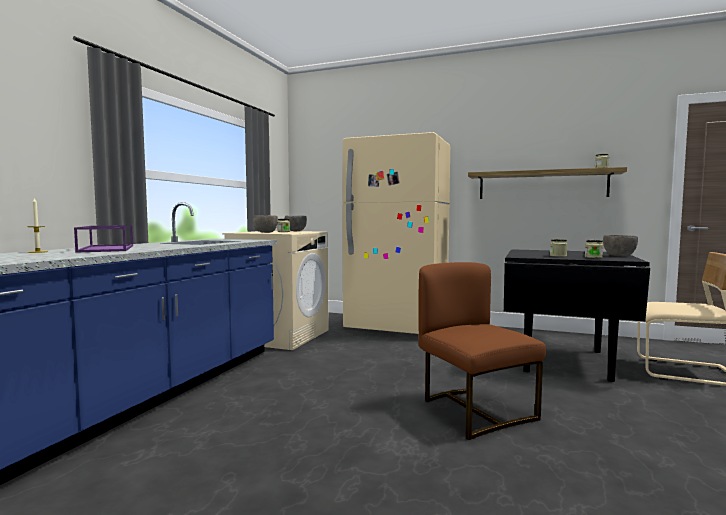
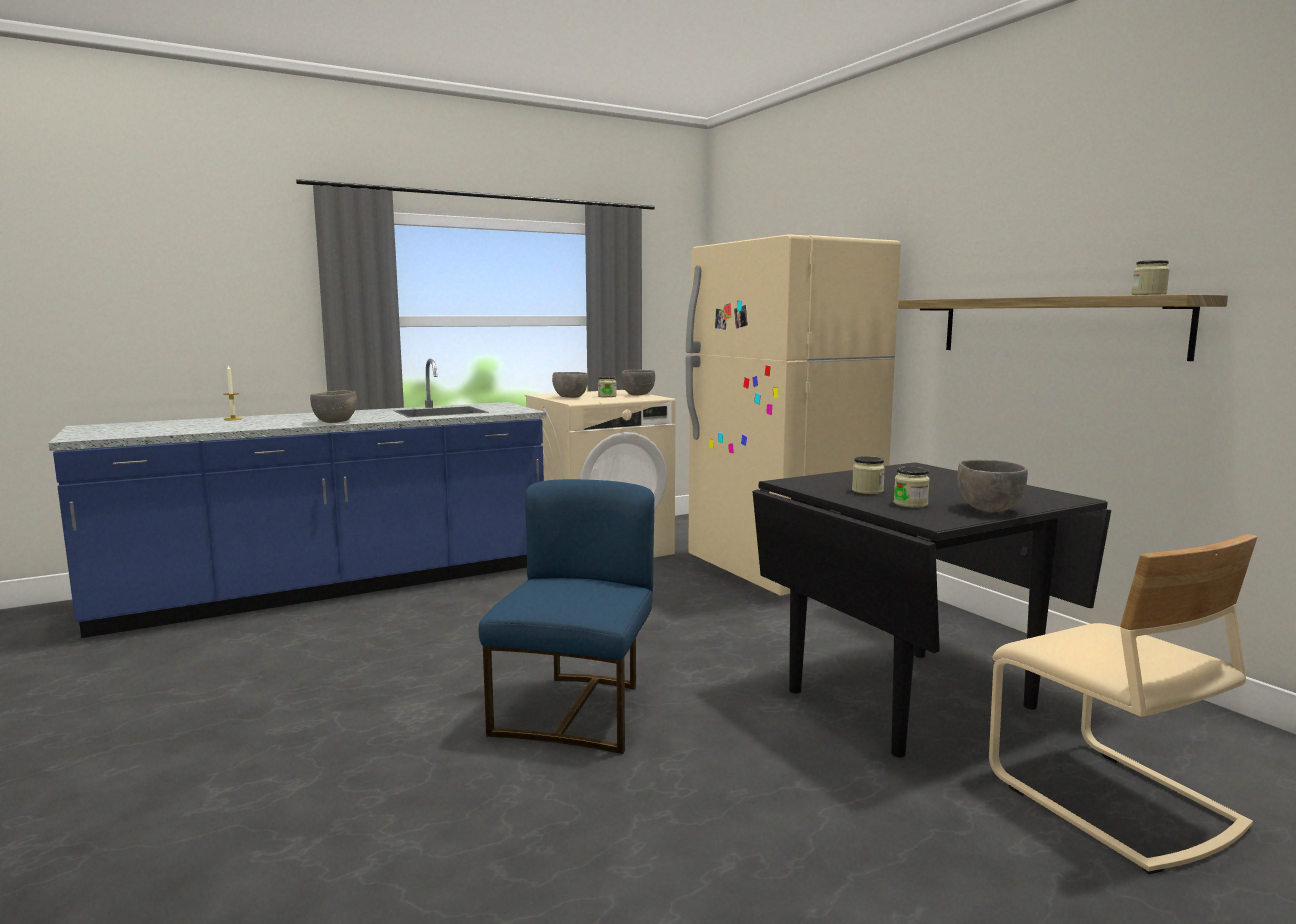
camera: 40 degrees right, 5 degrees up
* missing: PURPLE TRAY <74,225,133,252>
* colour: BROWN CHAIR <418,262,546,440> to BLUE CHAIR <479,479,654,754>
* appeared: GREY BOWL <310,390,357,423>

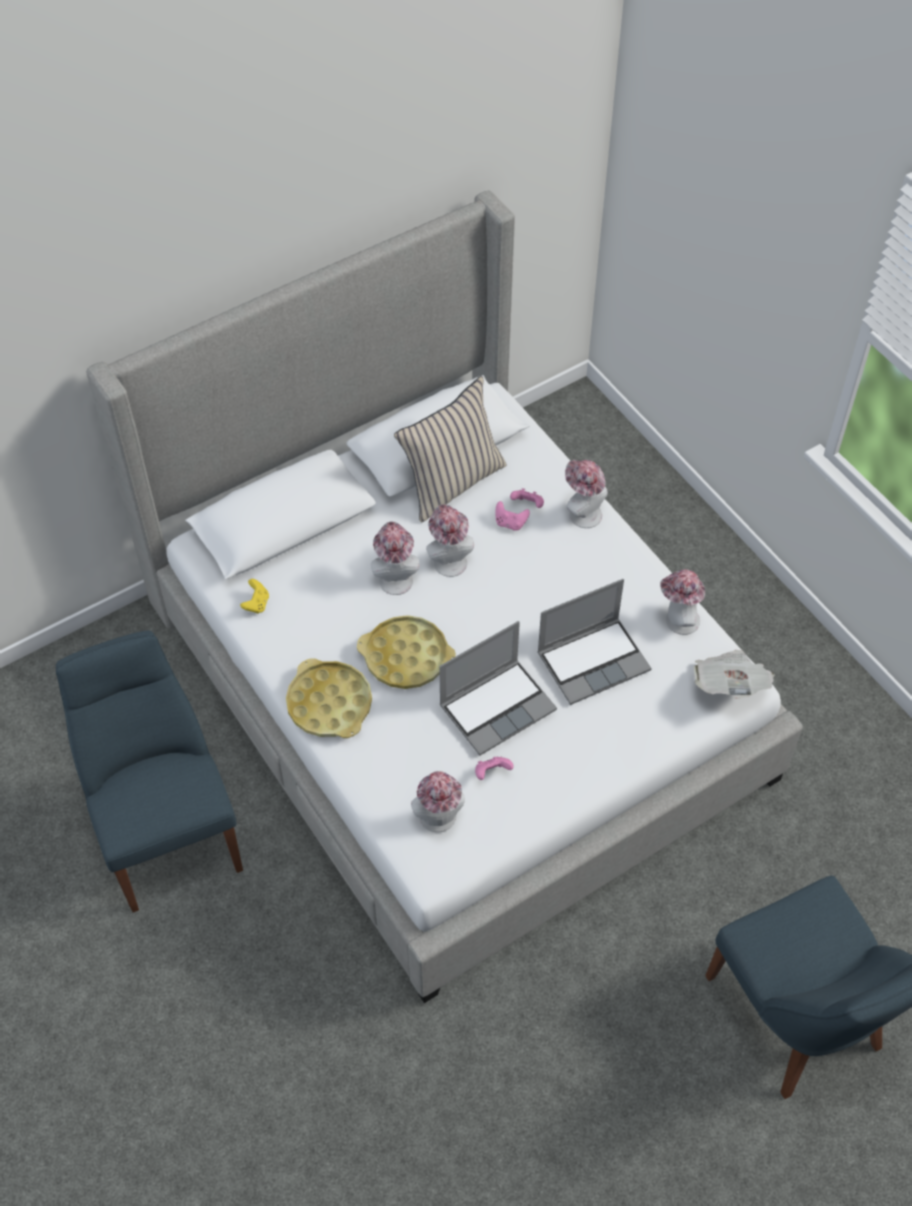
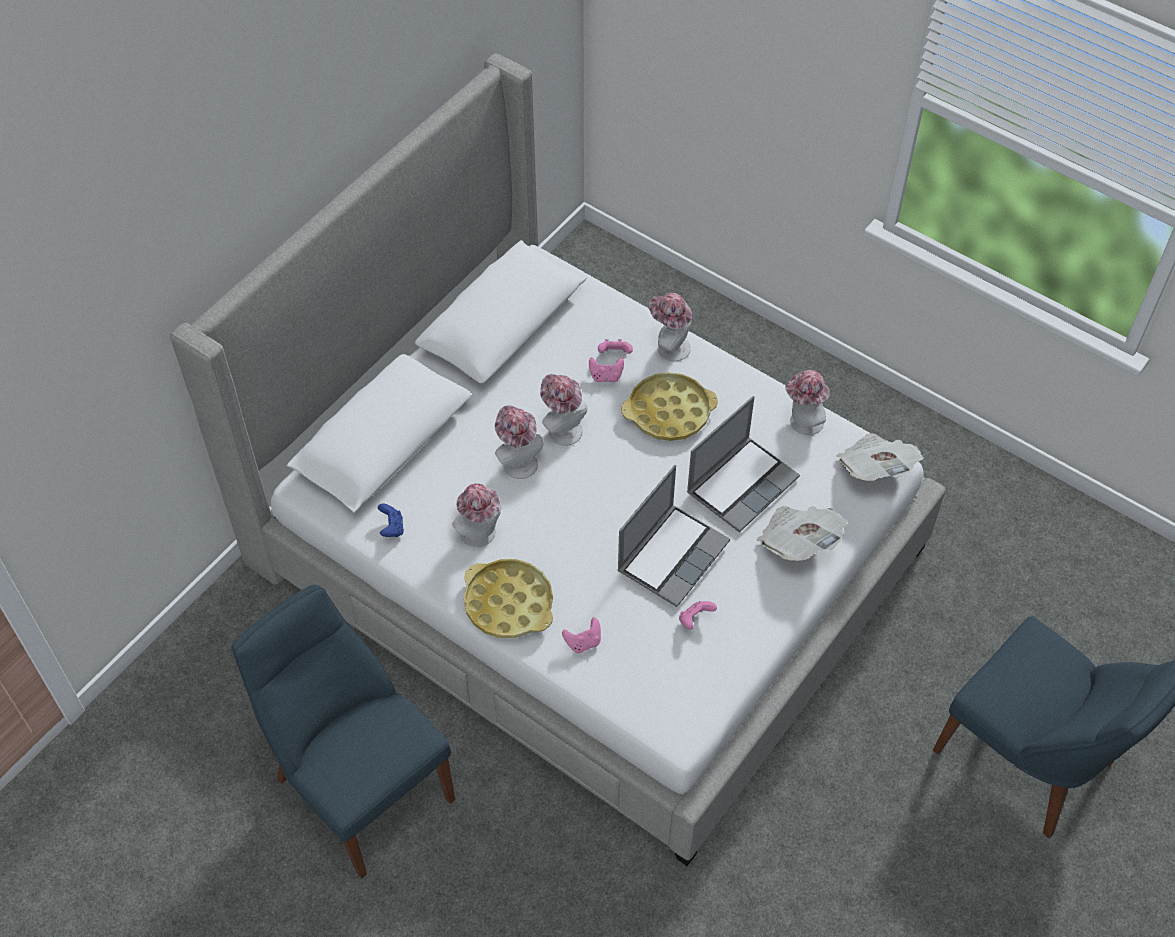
camera: 20 degrees left, 0 degrees up
* colour: YELLOW GAME CONTROLLER <240,579,269,614> to BLUE GAME CONTROLLER <378,504,404,537>
* relocated: YELLOW TRAY <357,615,456,689> to <621,372,718,441>
* missing: BEIGE PILLOW <394,376,507,523>
* relocated: HAT <411,771,465,832> to <452,483,501,547>
* appeared: PINK GAME CONTROLLER <562,618,601,653>
* appeared: NEWSPAPER <757,506,848,561>

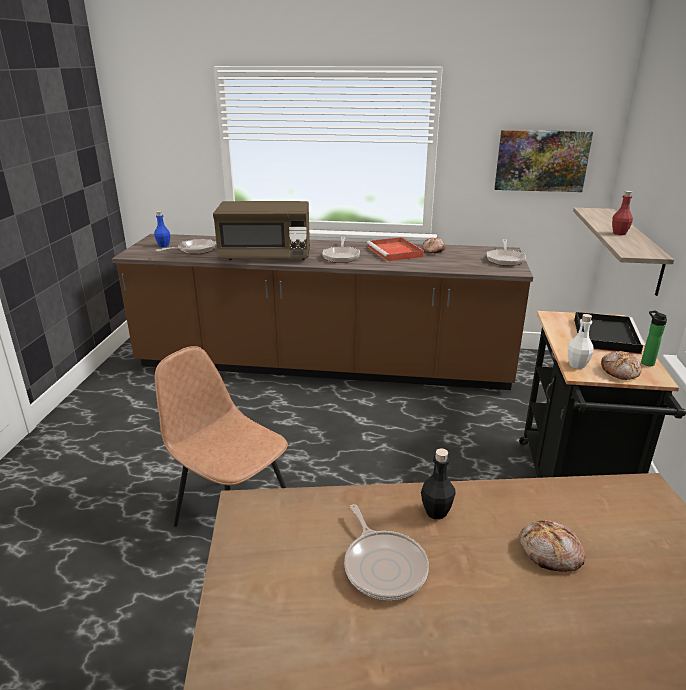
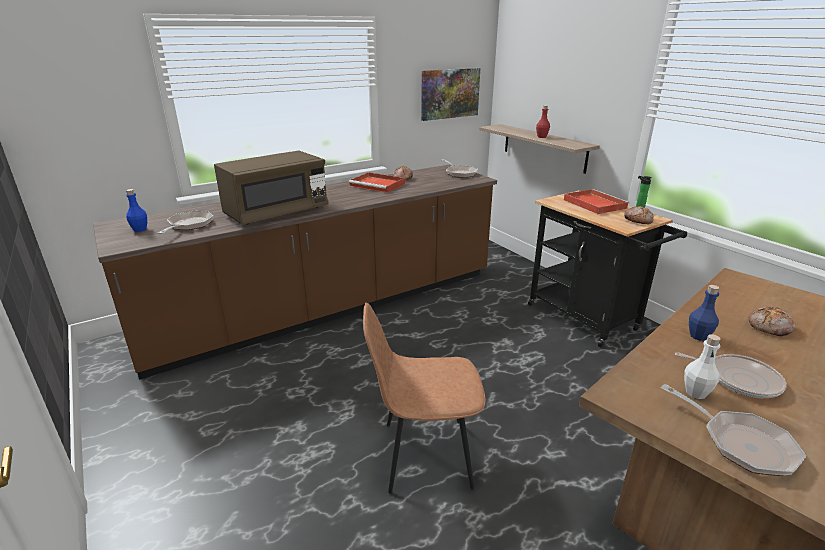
camera: 40 degrees left, 0 degrees up
* relocated: FRYING PAN <322,237,360,263> to <661,384,806,476>
* colour: BLACK BOTTLE <421,449,456,519> to BLUE BOTTLE <689,285,719,341>
* relocated: WHITE BOTTLE <568,314,594,369> to <684,334,721,399>
* colour: BLACK TRAY <574,312,645,354> to RED TRAY <564,189,629,214>

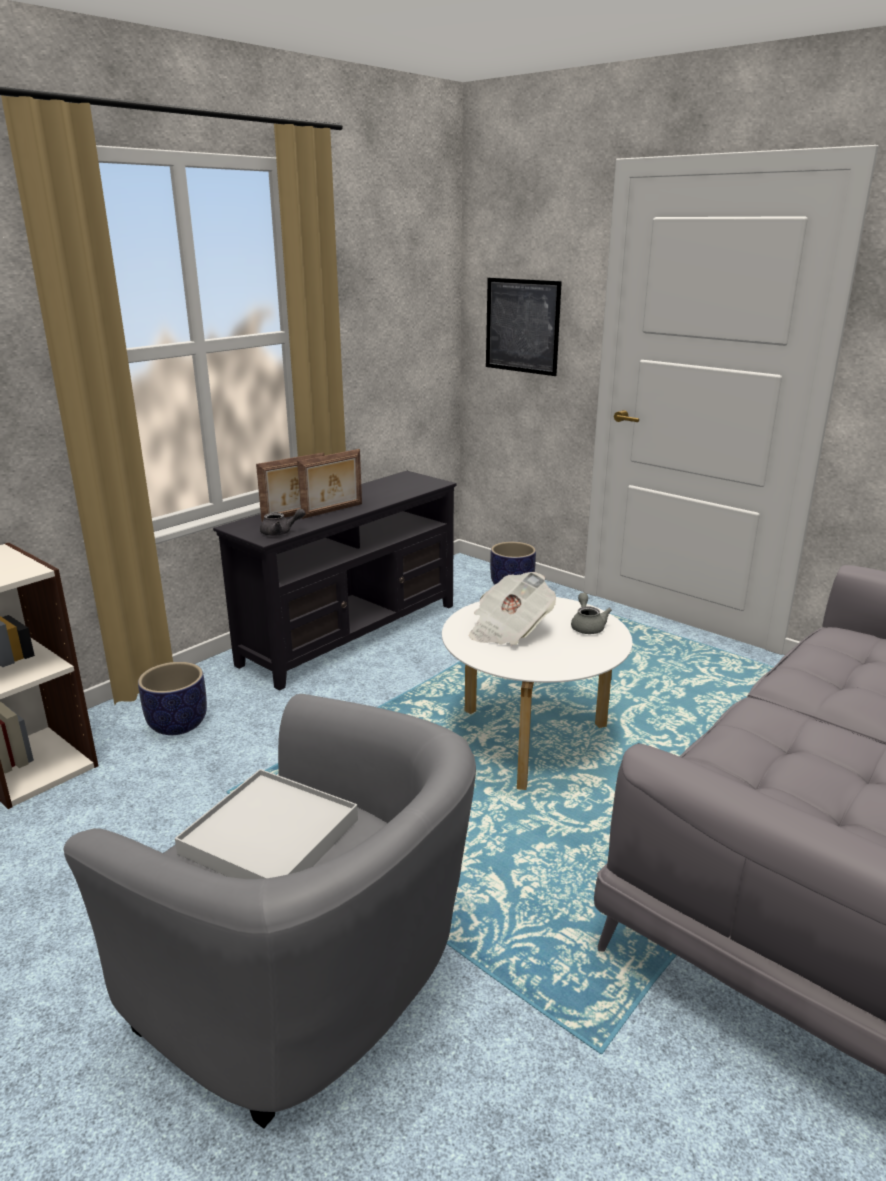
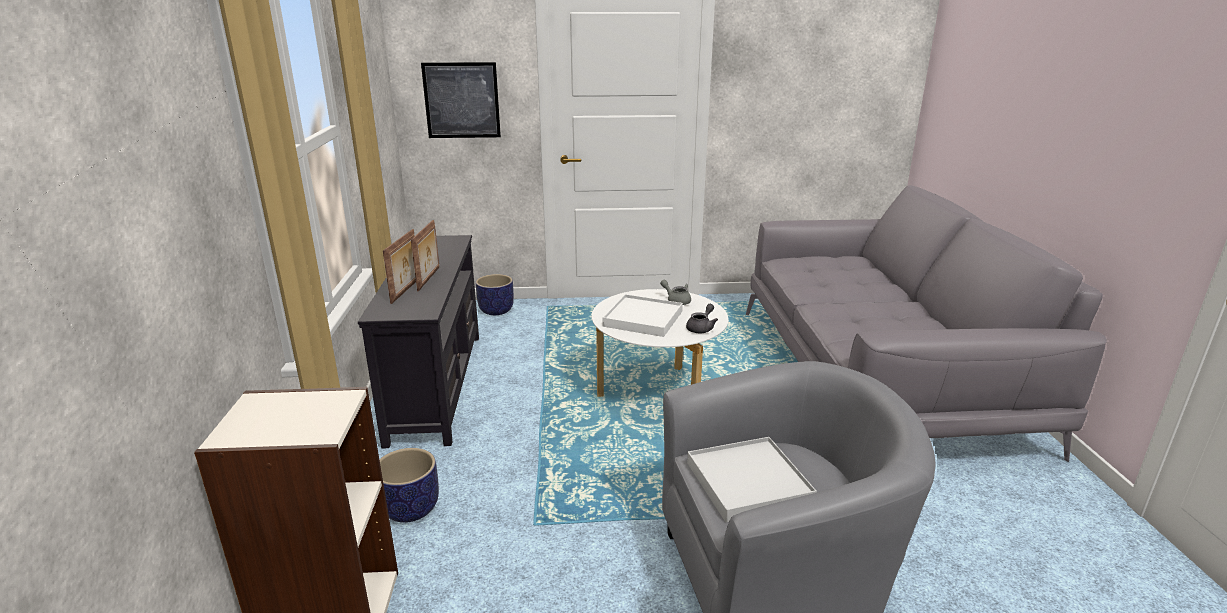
camera: 45 degrees left, 0 degrees up
* relocated: GREY TEAPOT <260,508,306,536> to <686,304,718,333>
* exchanged: NEWSPAPER <469,572,556,645> to WHITE TRAY <602,294,683,337>

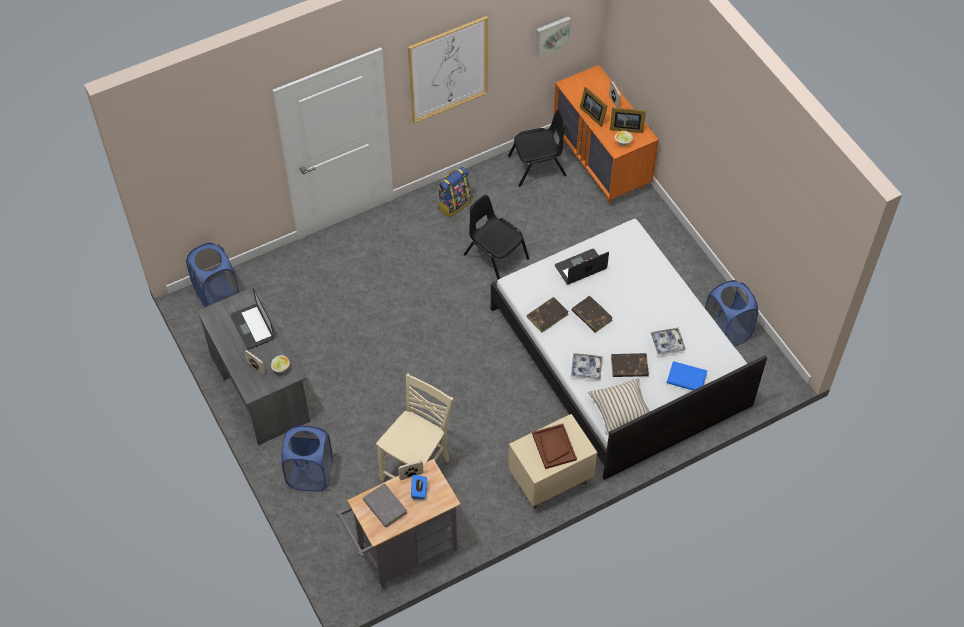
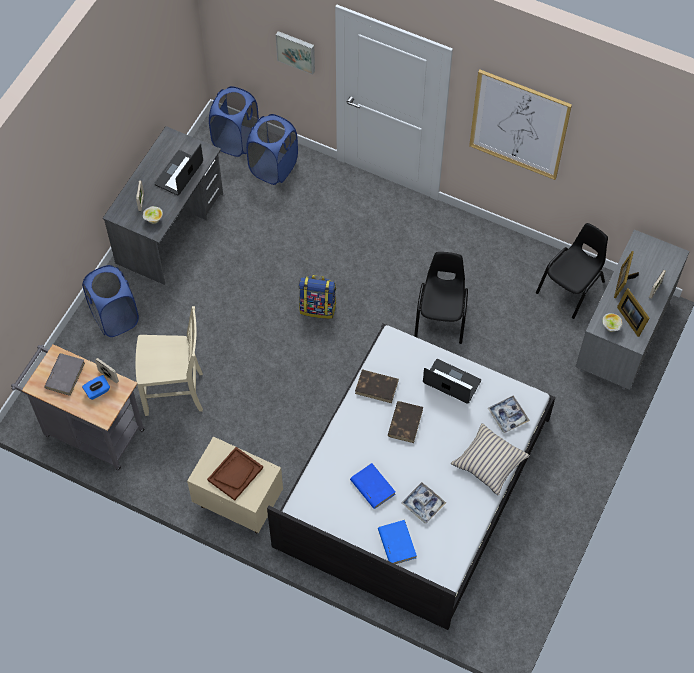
camera: 55 degrees right, 5 degrees up
* relocated: BACKPACK <438,167,471,217> to <298,275,337,319>
* spun: BLACK CHAIR <508,110,566,187> = <536,223,608,319> 90 degrees counterclockwise
* relocated: PICTURE <535,16,571,58> to <276,31,315,75>
* colour: ORANGE DRESSER <553,65,659,203> to GREY DRESSER <575,229,690,390>
* relocated: TRAY <571,353,603,380> to <488,396,530,433>
* relocated: BEIGE PILLOW <588,378,650,435> to <451,423,530,495>
* colour: BROWN BOOK <611,353,649,377> to BLUE BOOK <350,463,396,509>
* relocated: BLUE LAUNDRY BASKET <705,280,758,347> to <246,114,298,185>

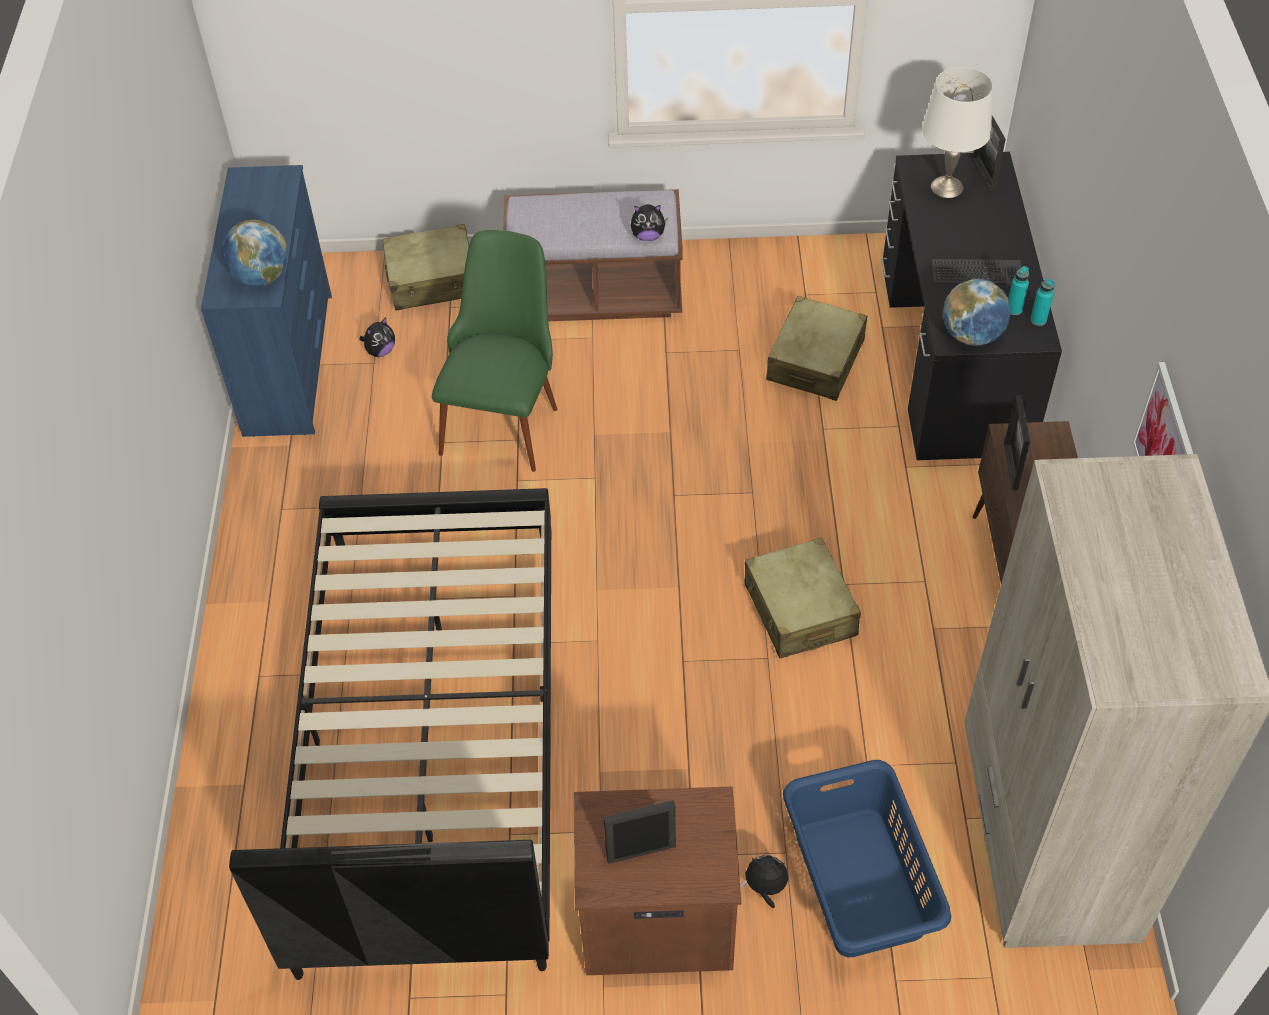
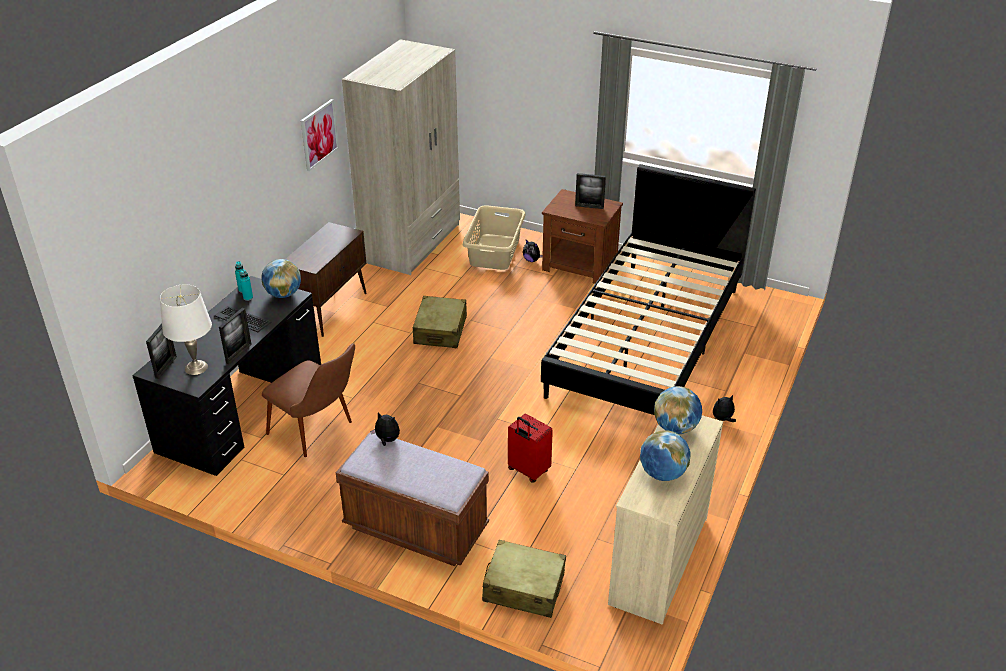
camera: 155 degrees left, 15 degrees down
* colour: BLUE DRESSER <201,165,332,437> to BEIGE DRESSER <608,415,723,625>
* relocated: PLUSH TOY <359,317,395,357> to <713,395,736,422>
* exchanged: GREEN CHAIR <432,230,557,472> to RED SUITCASE <508,414,553,482>
* exchanged: BEIGE SUITCASE <766,296,867,401> to BROWN CHAIR <262,343,355,457>
* colour: BLUE LAUNDRY BASKET <783,760,951,958> to BEIGE LAUNDRY BASKET <463,205,526,270>
* relocated: PICTURE FRAME <1004,395,1030,490> to <219,308,252,364>
* appeared: GLOBE <640,430,691,481>

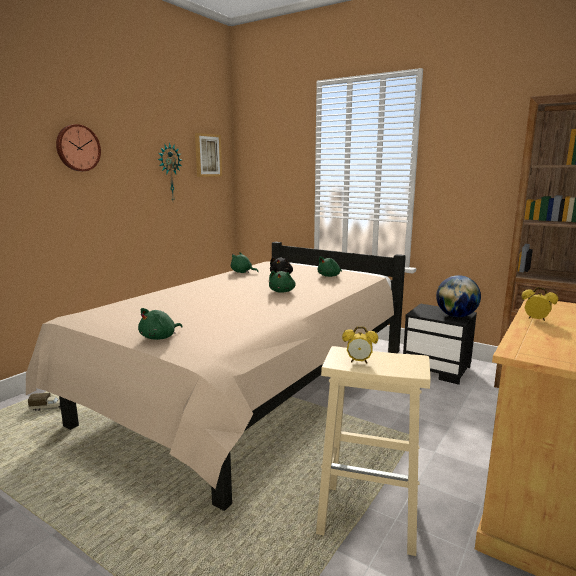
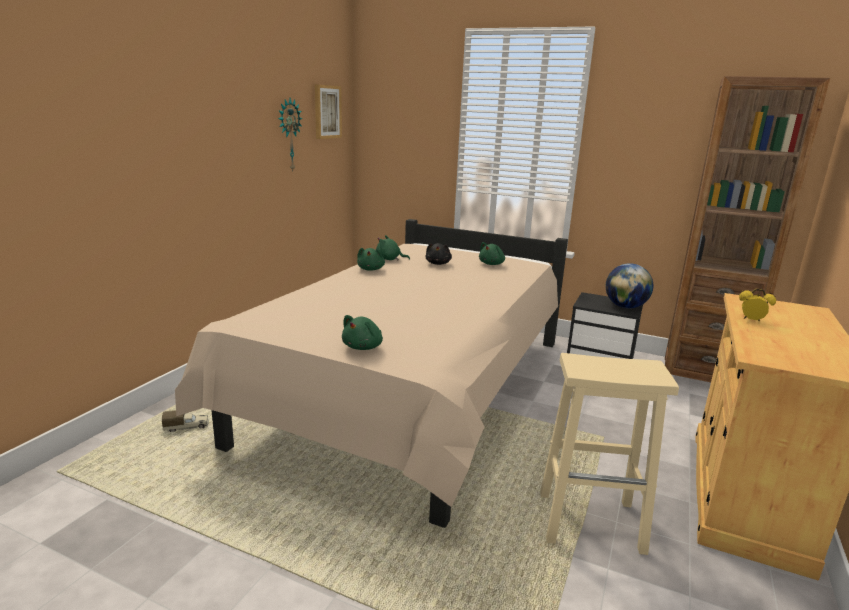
camera: 10 degrees left, 5 degrees up
* missing: WALL CLOCK <56,124,101,171>
* relocated: GREEN PLUSH TOY <269,271,296,293> to <357,248,385,271>
* missing: ALARM CLOCK <342,326,378,364>

